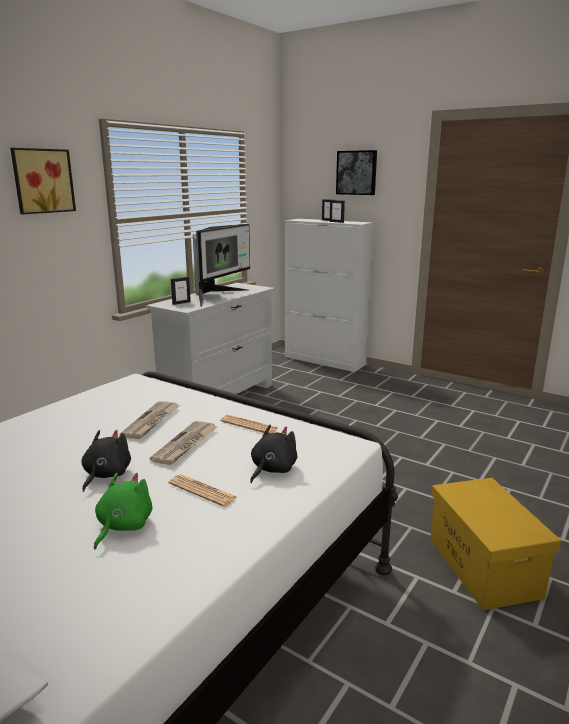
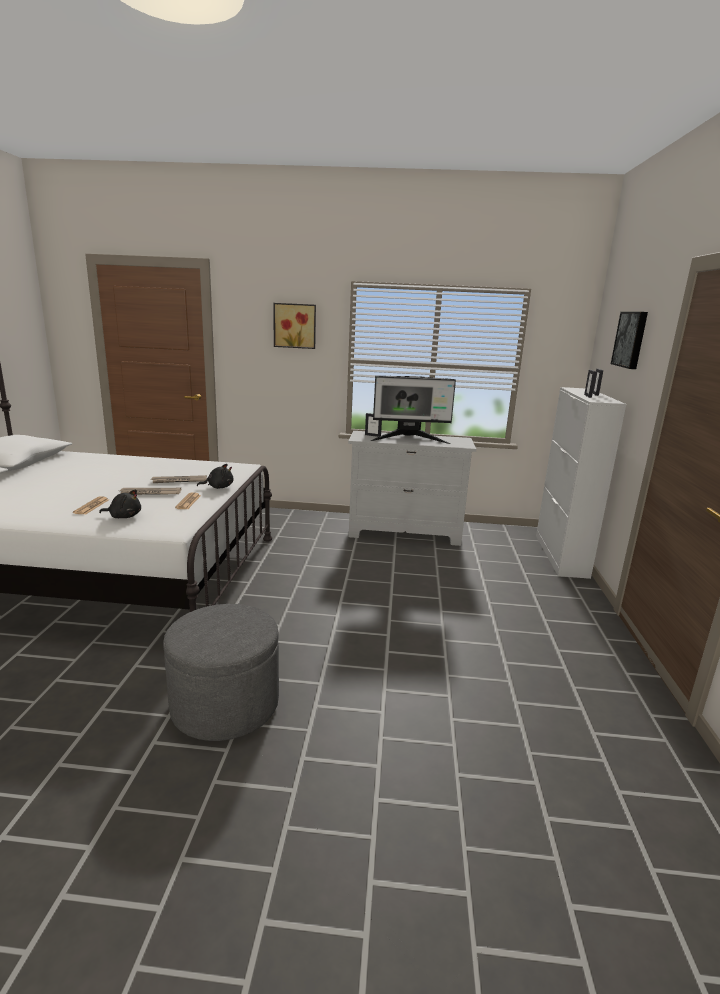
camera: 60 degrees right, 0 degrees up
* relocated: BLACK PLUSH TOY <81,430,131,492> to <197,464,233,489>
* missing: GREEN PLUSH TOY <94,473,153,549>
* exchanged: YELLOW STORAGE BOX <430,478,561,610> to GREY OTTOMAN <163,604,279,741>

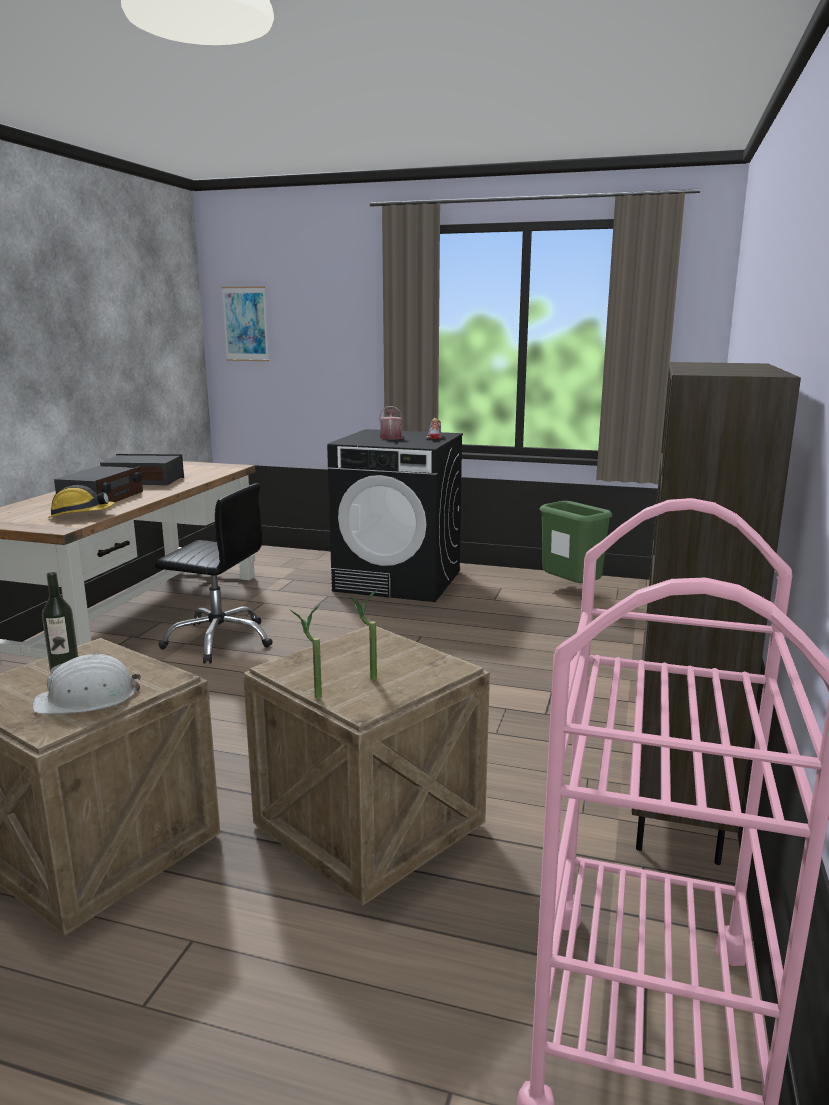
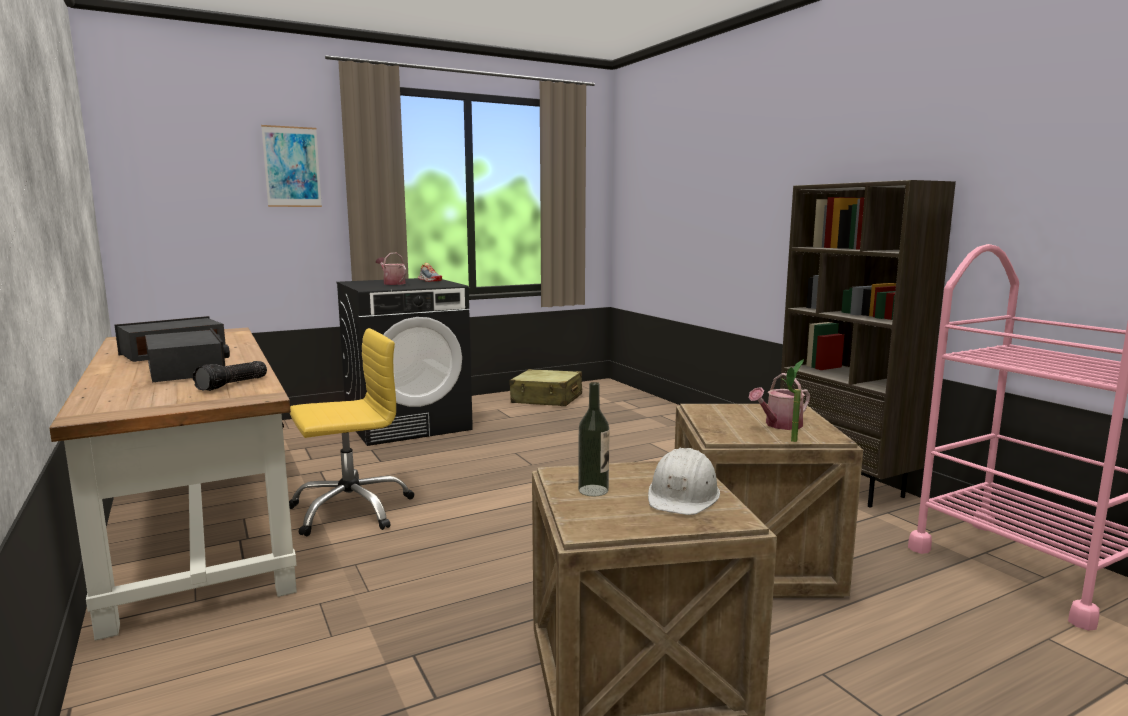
camera: 45 degrees left, 5 degrees down
* exchanged: HARD HAT <48,485,115,518> to FLASHLIGHT <192,361,267,391>
* colour: BLACK OFFICE CHAIR <155,483,273,664> to YELLOW OFFICE CHAIR <289,328,415,536>
* relocated: PICTURE <222,286,269,361> to <261,125,322,207>
* exchanged: POTTED PLANT <349,589,378,680> to WATERING CAN <749,373,810,430>
* exchanged: GREEN TRASH CAN <539,501,613,583> to BEIGE SUITCASE <509,369,582,406>

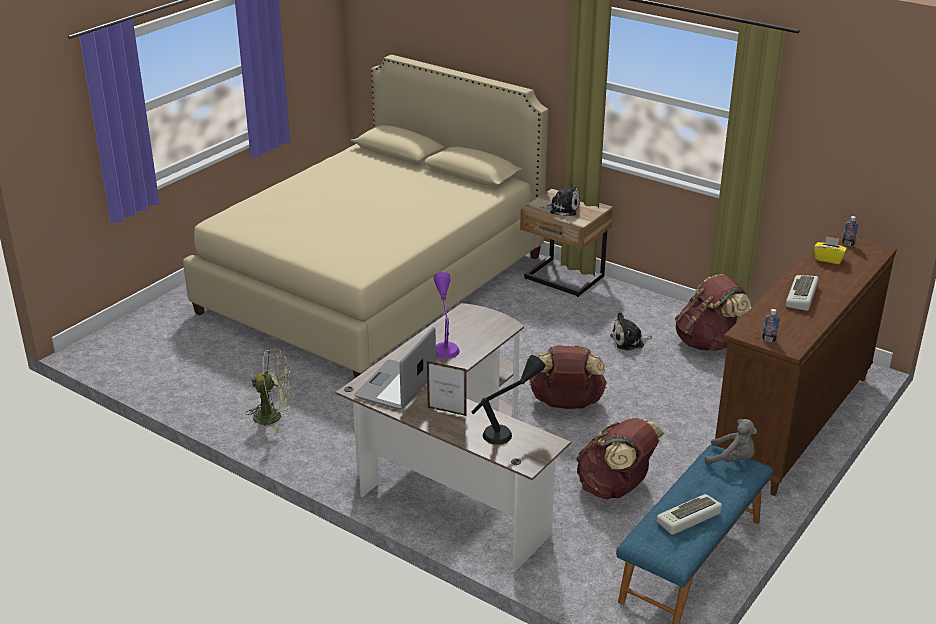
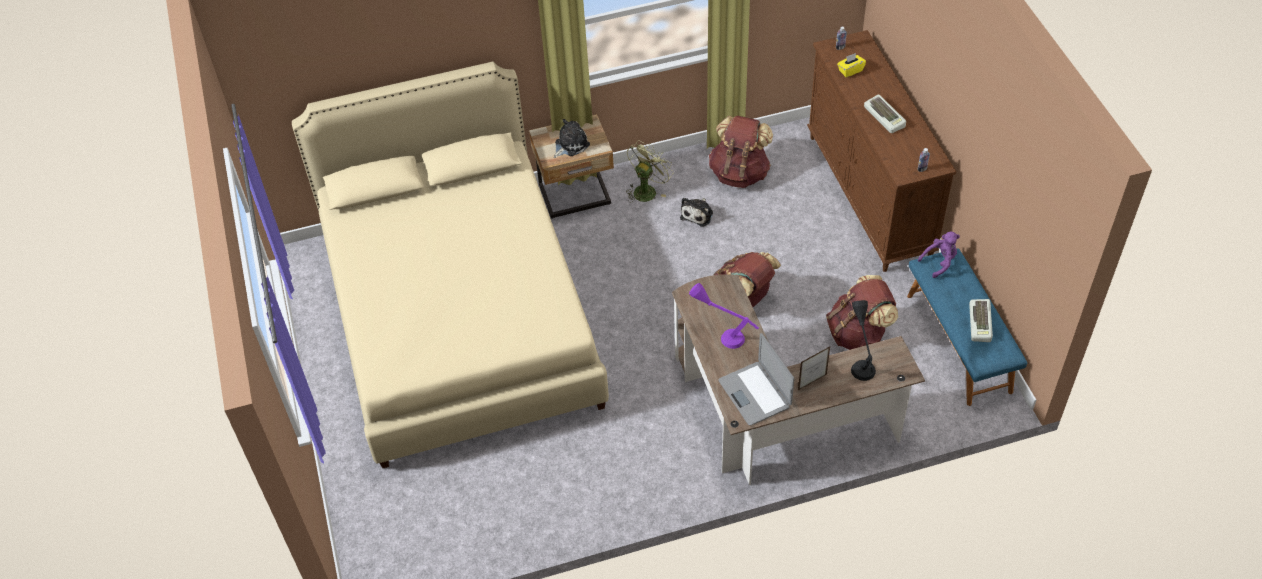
camera: 50 degrees left, 20 degrees up
* relocated: GREEN FAN <247,349,292,431> to <626,141,674,203>
* colour: GREY PLUSH TOY <705,419,757,465> to PURPLE PLUSH TOY <918,232,960,278>

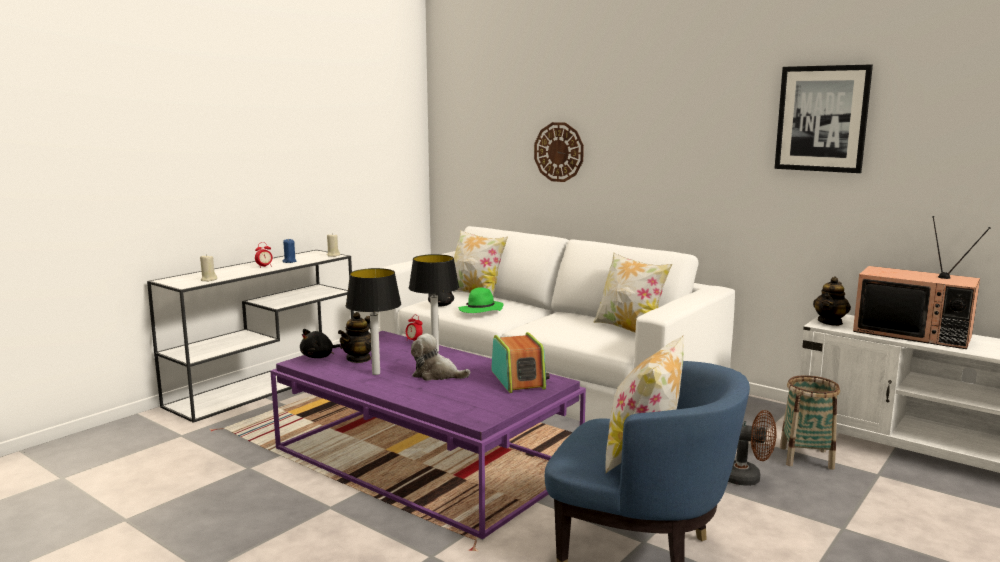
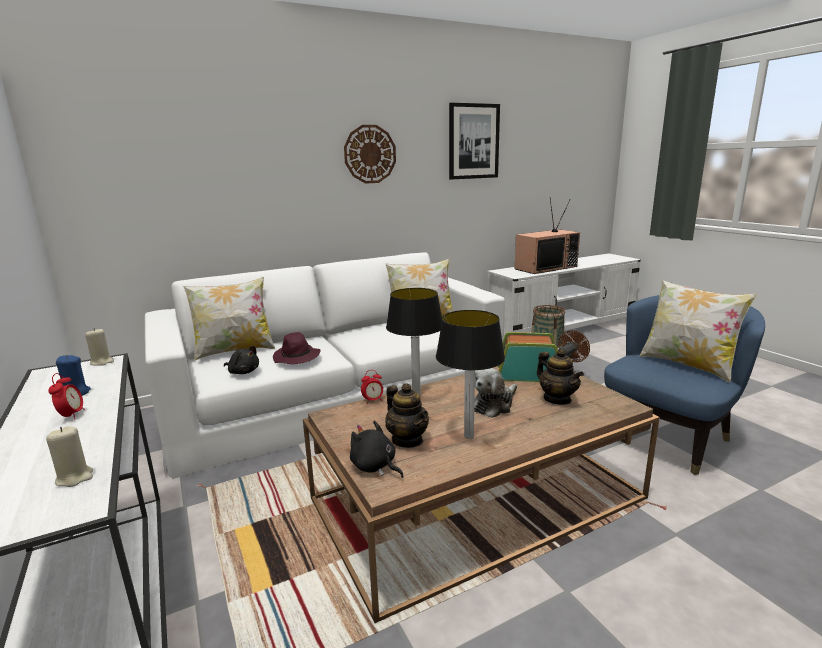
camera: 65 degrees left, 5 degrees up
* colour: PURPLE COFFEE TABLE <270,331,586,540> to BROWN COFFEE TABLE <303,367,660,623>
* spun: BLACK PLUSH TOY <300,329,342,358> = <350,420,404,478> 150 degrees clockwise
* colour: GREEN HAT <458,287,503,313> to PURPLE HAT <273,332,320,364>
* relocated: WALL CLOCK <534,122,584,182> to <344,125,396,184>
* relocated: TEAPOT <813,276,851,326> to <537,349,584,405>

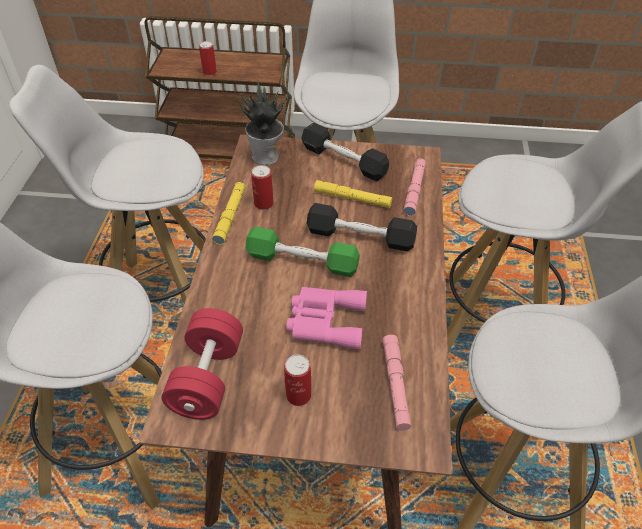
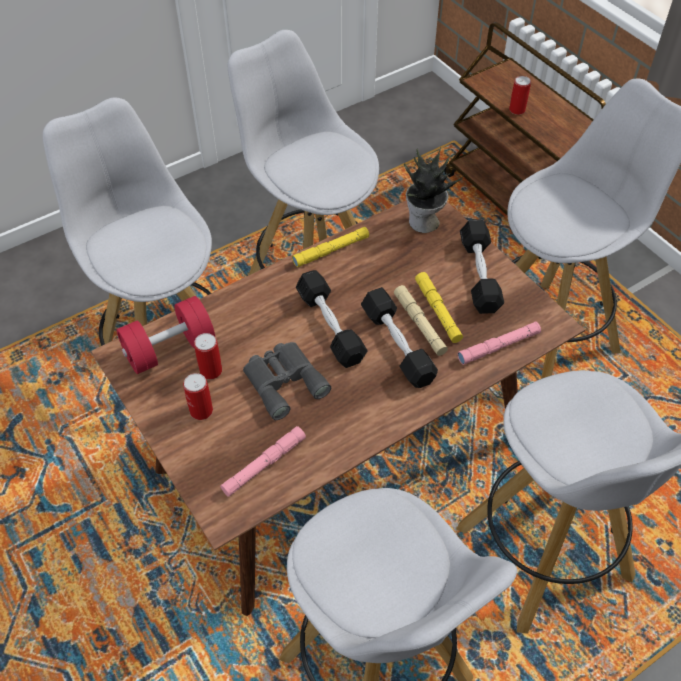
camera: 50 degrees right, 5 degrees up
* colour: GREEN DUMBBELL <245,227,360,277> to BLACK DUMBBELL <296,270,368,368>
* relocated: CAN <251,165,273,210> to <194,333,222,379>
* colour: PINK BINOCULARS <286,287,367,350> to GREY BINOCULARS <243,342,331,420>
* appeared: BEIGE FLASHLIGHT <394,285,448,356>

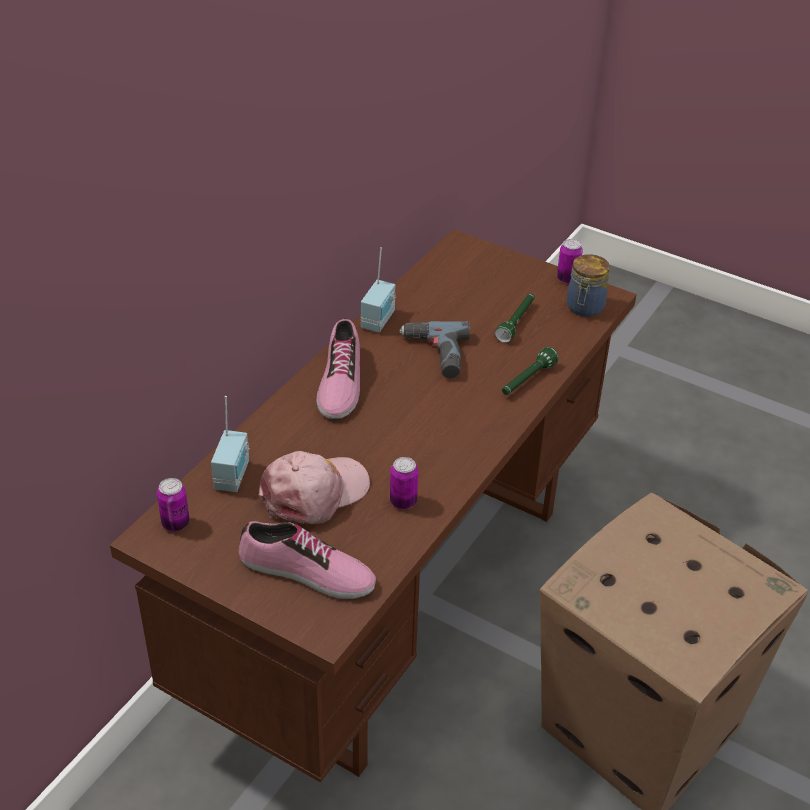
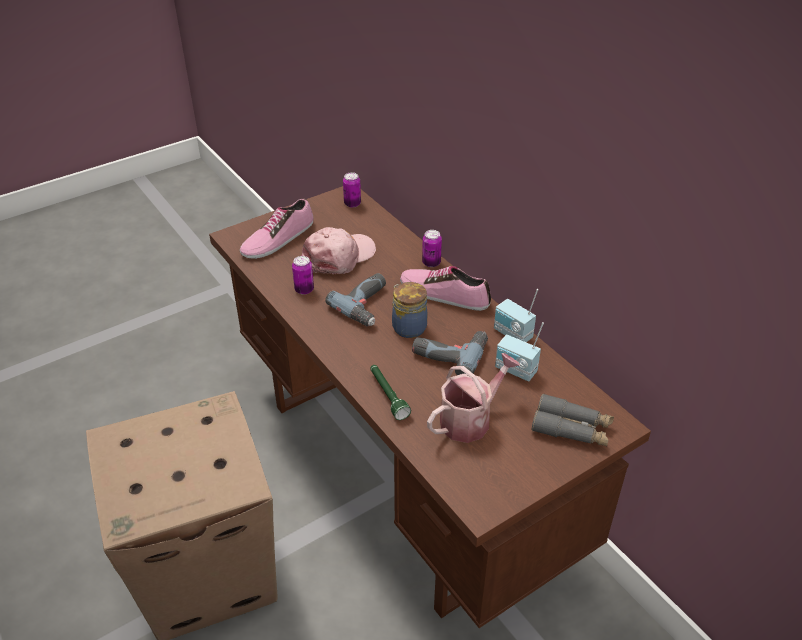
camera: 115 degrees right, 0 degrees up
* relocated: RADIO <211,396,250,492> to <495,322,544,381>
* spun: PINK CAP <258,451,370,524> = <302,227,376,274> 120 degrees counterclockwise
* exchanged: GREEN FLASHLIGHT <495,293,535,343> to WATERING CAN <427,353,520,443>
* relocated: CAN <557,239,583,284> to <422,230,442,267>
* relocated: JAR <567,254,610,317> to <392,282,427,338>
* appeared: POWER DRILL <325,273,386,326>
* appeared: GREY BINOCULARS <532,394,614,446>

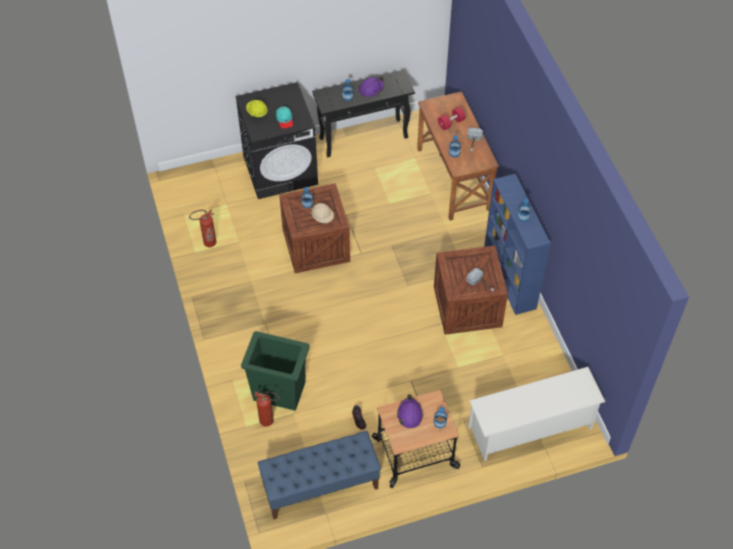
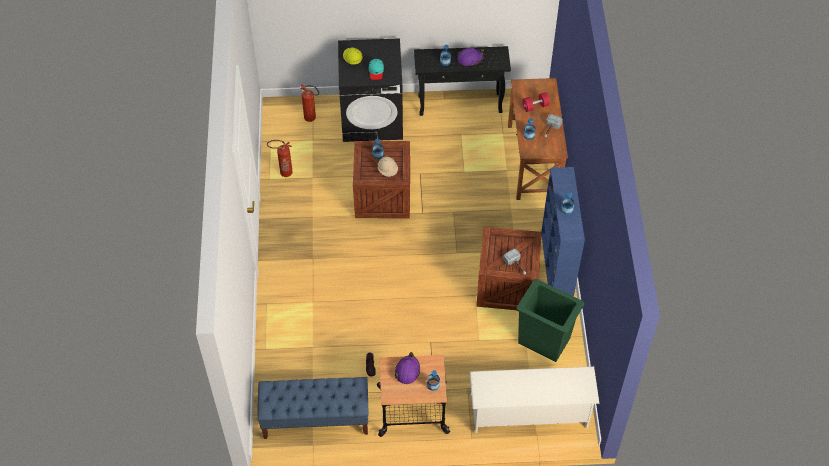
camera: 15 degrees right, 0 degrees up
* relocated: GREEN TRASH CAN <241,331,310,411> to <516,279,584,362>
* relocated: FIRE EXTINGUISHER <254,391,280,427> to <300,85,319,122>

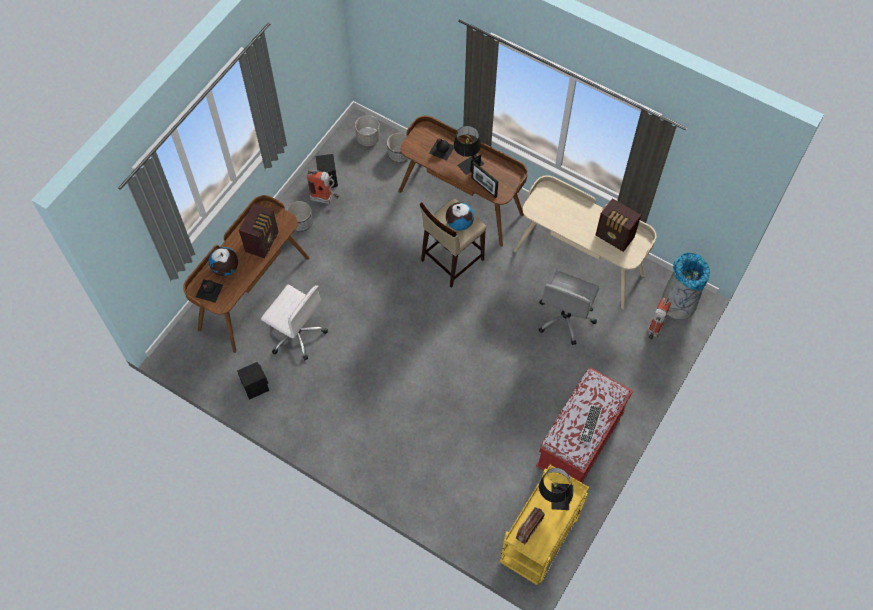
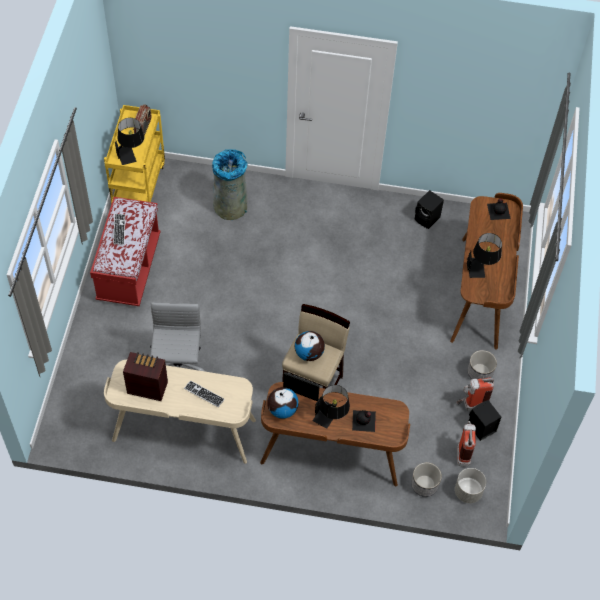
camera: 155 degrees right, 5 degrees down
* relocated: GLOBE <208,247,238,276> to <267,387,299,419>
* exchanged: RADIO <239,203,279,259> to BLACK TABLE LAMP <467,233,502,278>
* missing: WHITE OFFICE CHAIR <261,284,328,360>
* relocated: FIRE EXTINGUISHER <647,297,671,340> to <457,421,476,467>
* relocated: GREY TRASH CAN <662,253,710,319> to <212,149,247,220>
* appeared: KEYBOARD <184,380,225,407>

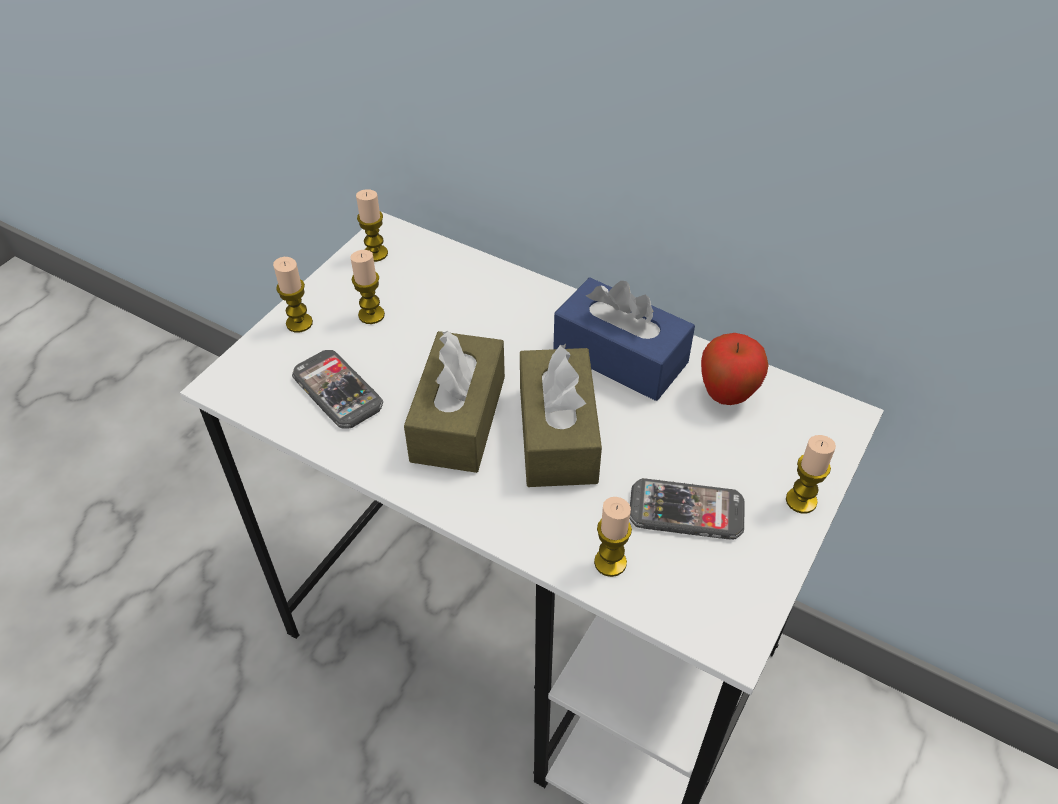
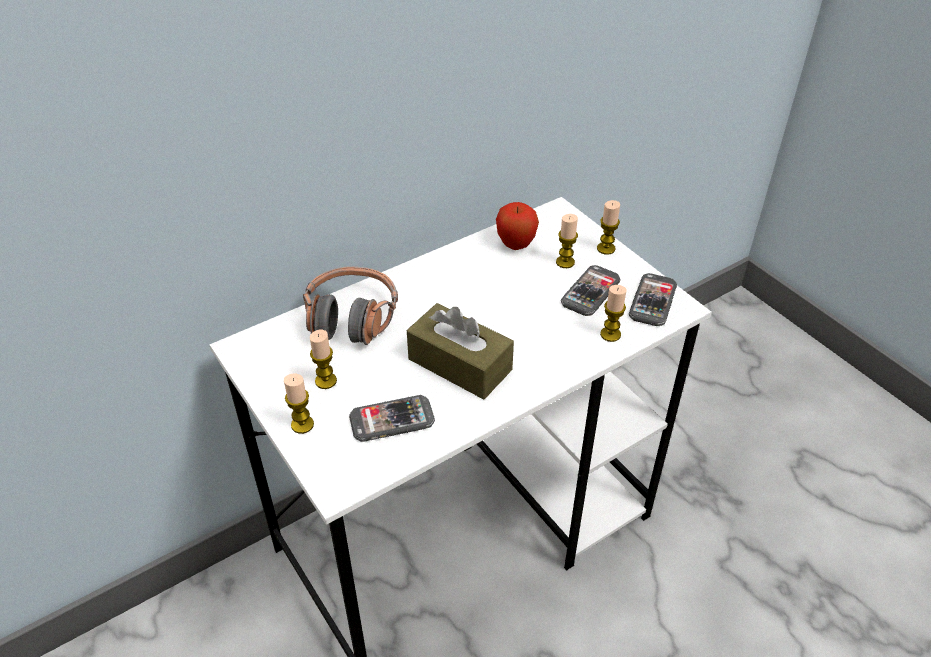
camera: 65 degrees left, 5 degrees down
* relocated: CANDLE <356,189,388,262> to <556,214,578,268>
* missing: BROWN TISSUE BOX <520,344,602,487>
* missing: BLUE TISSUE BOX <553,278,695,401>
* appeared: HEADPHONES <303,266,398,345>
* appeared: PHONE <629,273,677,326>

